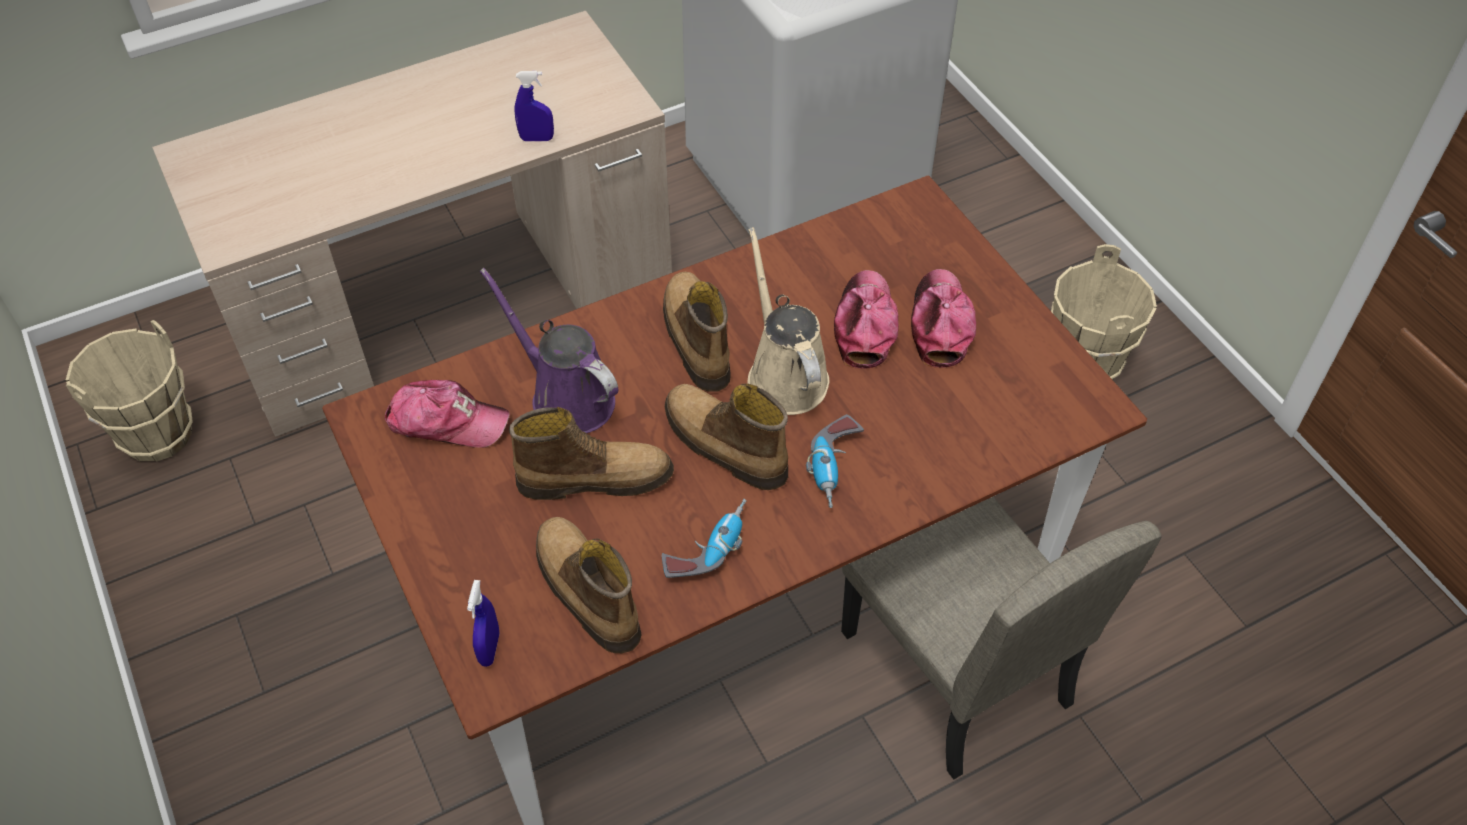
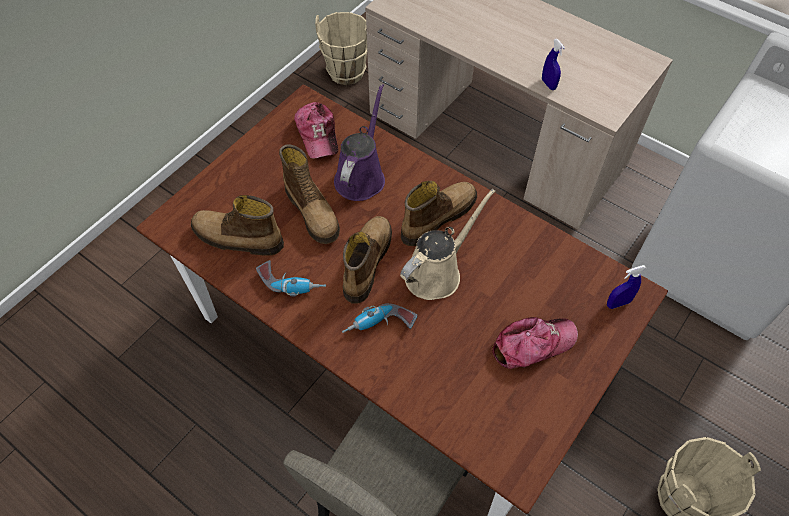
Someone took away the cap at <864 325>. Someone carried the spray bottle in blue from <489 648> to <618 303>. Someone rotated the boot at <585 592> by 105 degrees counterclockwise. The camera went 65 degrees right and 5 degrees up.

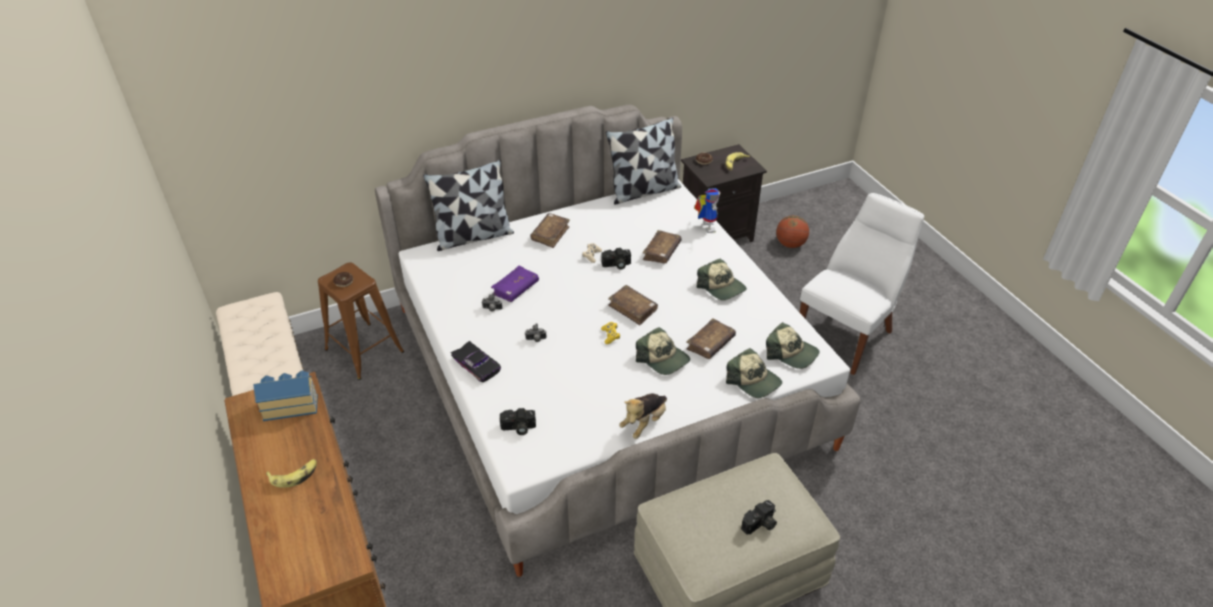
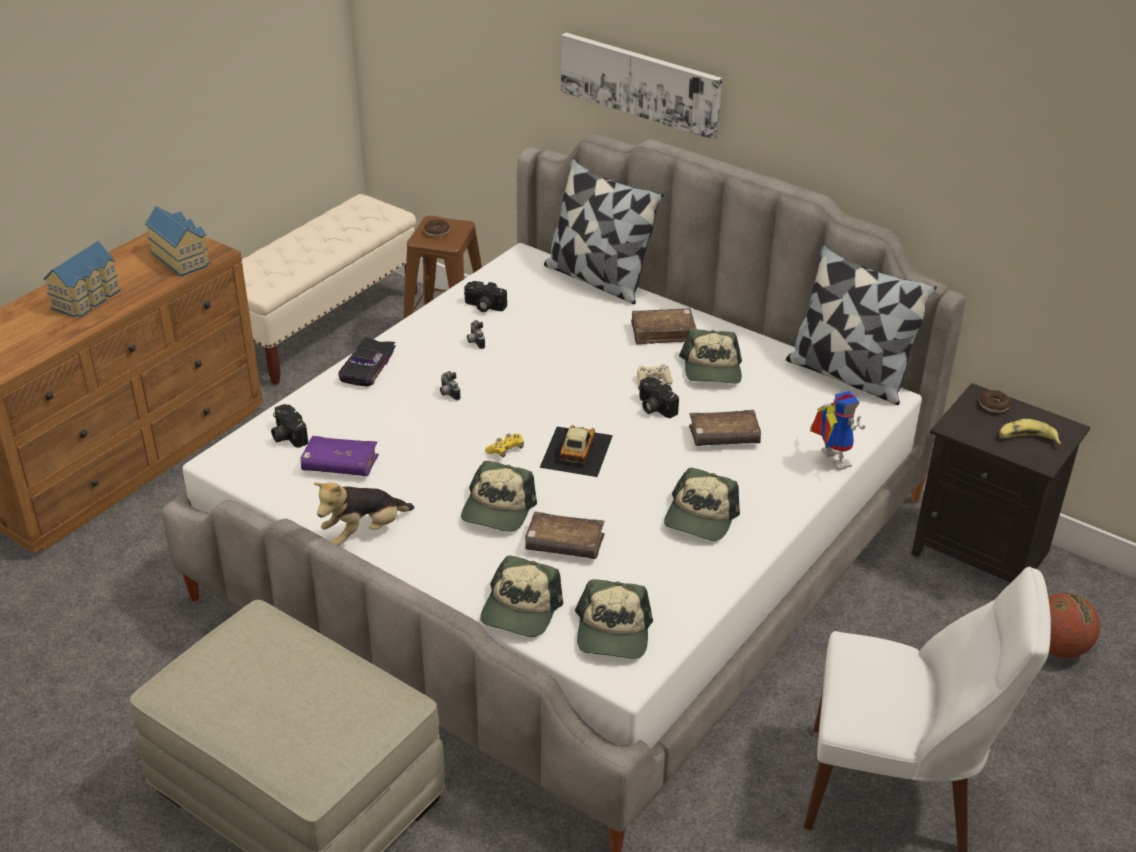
Someone put up the picture at <640 83>. Someone put down the cap at <712 370>. Someone carried the book in purple from <515 289> to <340 465>. Someone carried the photo camera from <760 525> to <483 306>. Someone swapped the banana at <294 475> for the toy house at <88 299>. Someone swapped the book in brown at <632 309> for the toy car at <576 451>. Someone rotated the plush toy at <644 422> by 45 degrees counterclockwise. Someone rotated the toy robot at <705 226> by 75 degrees counterclockwise. The camera went 60 degrees right and 5 degrees down.

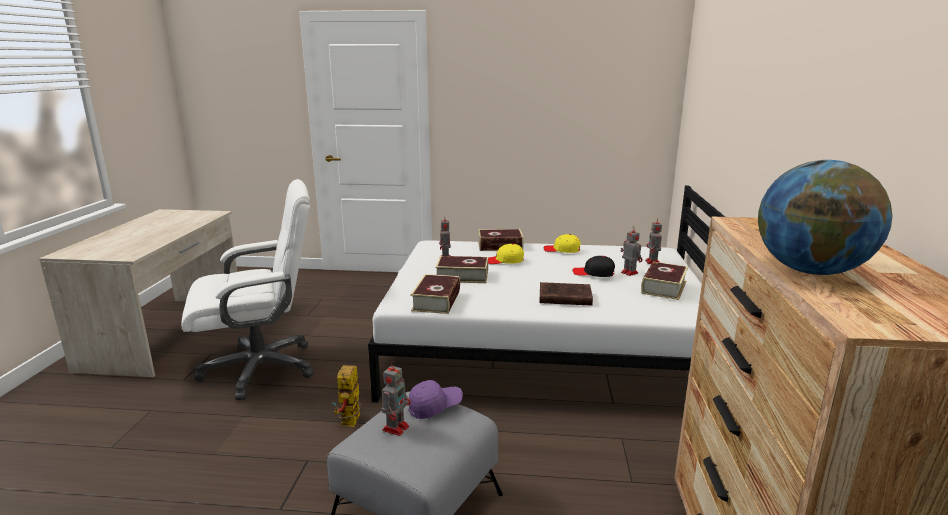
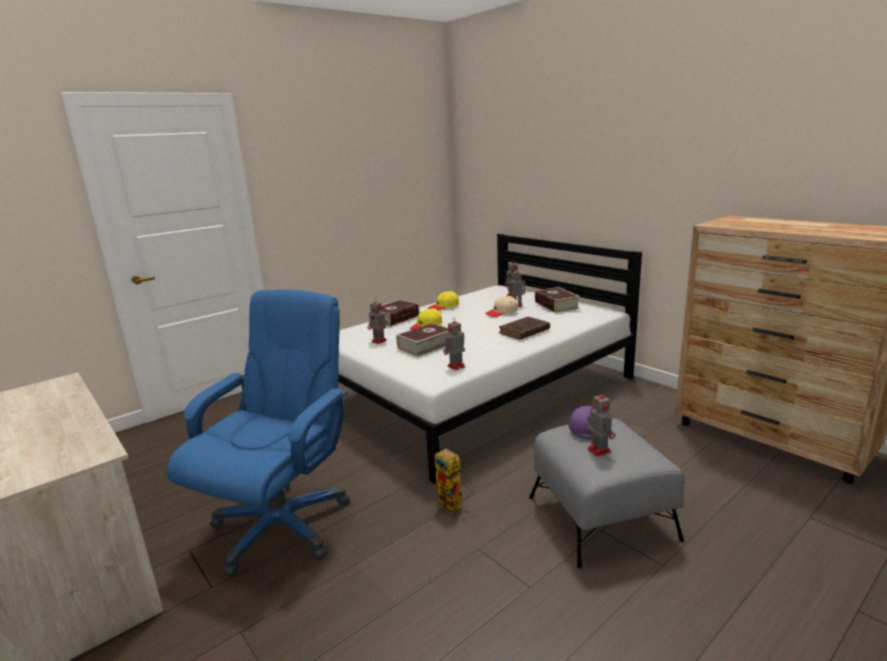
Someone took away the globe at <810 271>. Someone swapped the book at <436 301> for the toy robot at <455 366>. Someone repainted the office chair in white at <261 368>, which became the office chair in blue at <281 525>. Someone repainted the cap in black at <593 273>, which became the cap in beige at <501 312>. The camera went 45 degrees left and 0 degrees up.

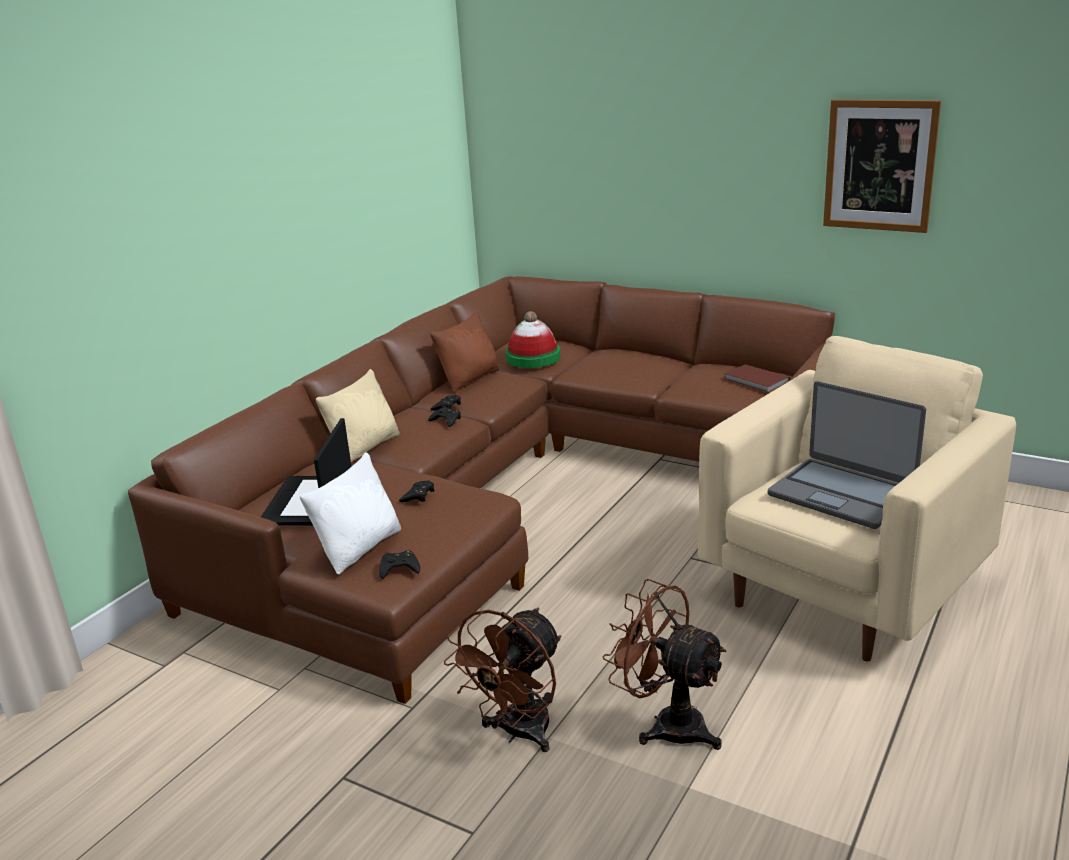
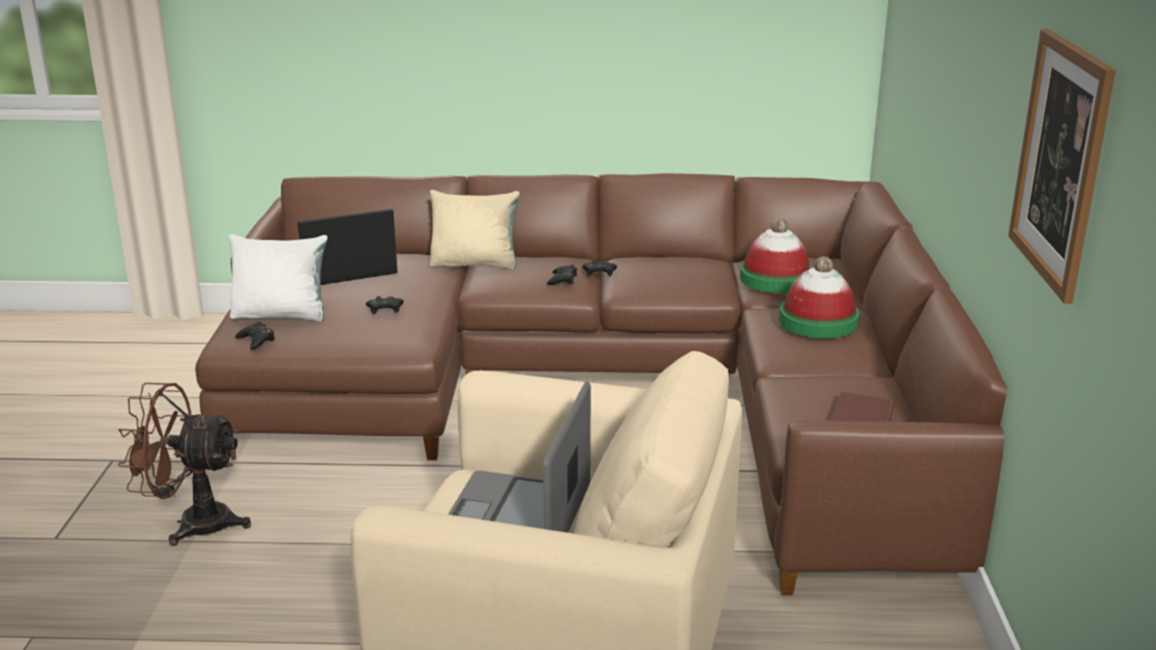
Someone took away the pillow in brown at <469 379>. Someone took away the fan in brown at <667 723>. Someone put down the hat at <818 321>. The camera went 60 degrees right and 0 degrees up.

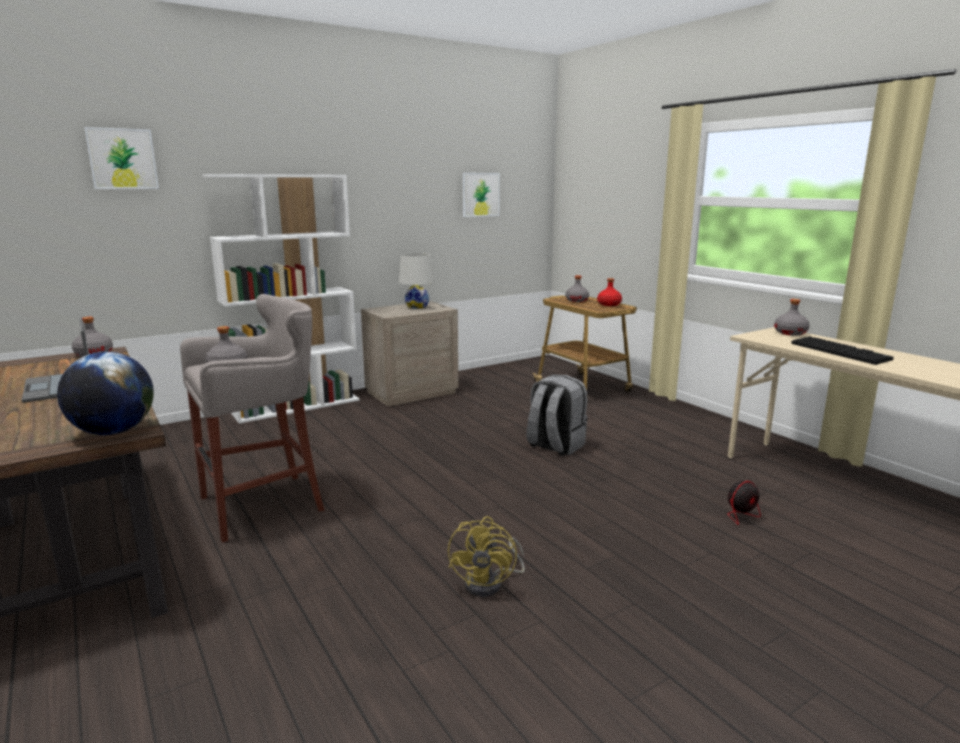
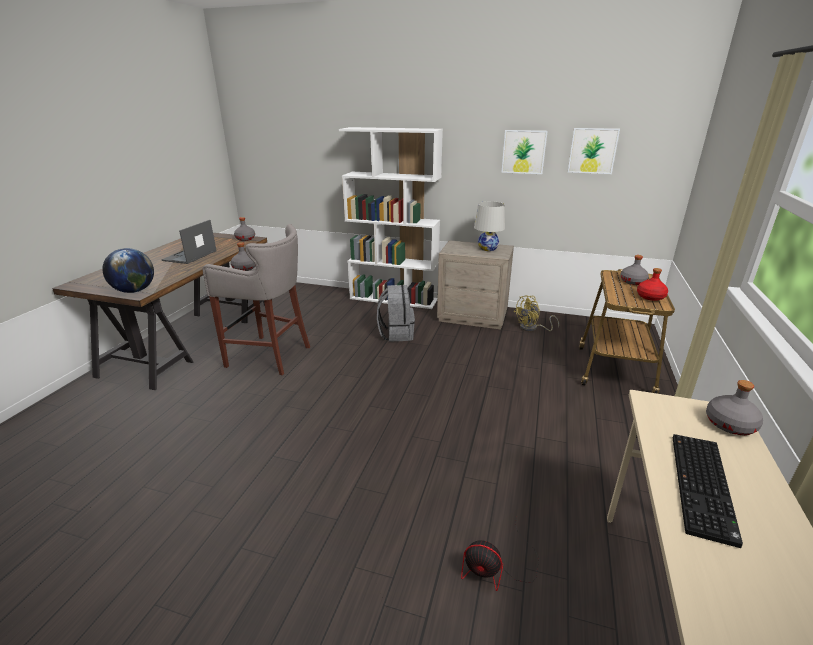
Someone carried the picture from <122 159> to <523 152>. Someone carried the fan in yellow from <490 583> to <532 328>. Someone carried the backpack in grey from <555 445> to <396 333>. The camera went 50 degrees right and 10 degrees up.

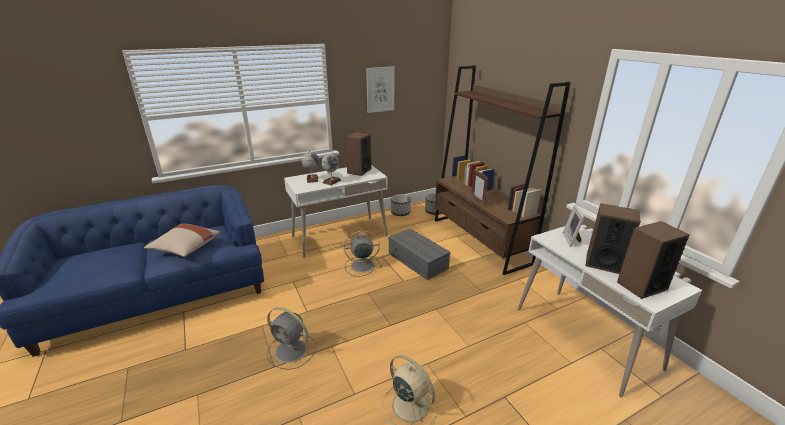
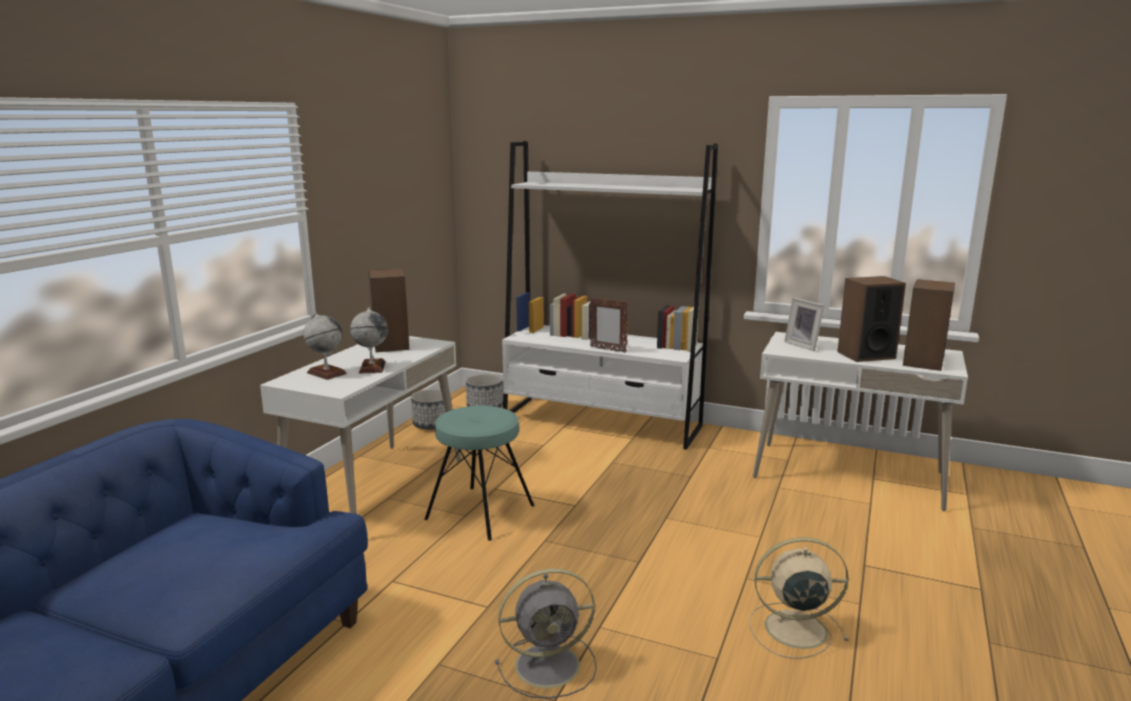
Someone took away the pillow in beige at <185 248>. Someone took away the picture at <380 89>. Someone took away the storage box in grey at <418 261>. Someone swapped the fan in grey at <361 265> for the stool in turquoise at <480 512>. Someone repainted the bookcase in brown at <480 240>, which became the bookcase in white at <602 422>. The camera went 40 degrees left and 10 degrees down.

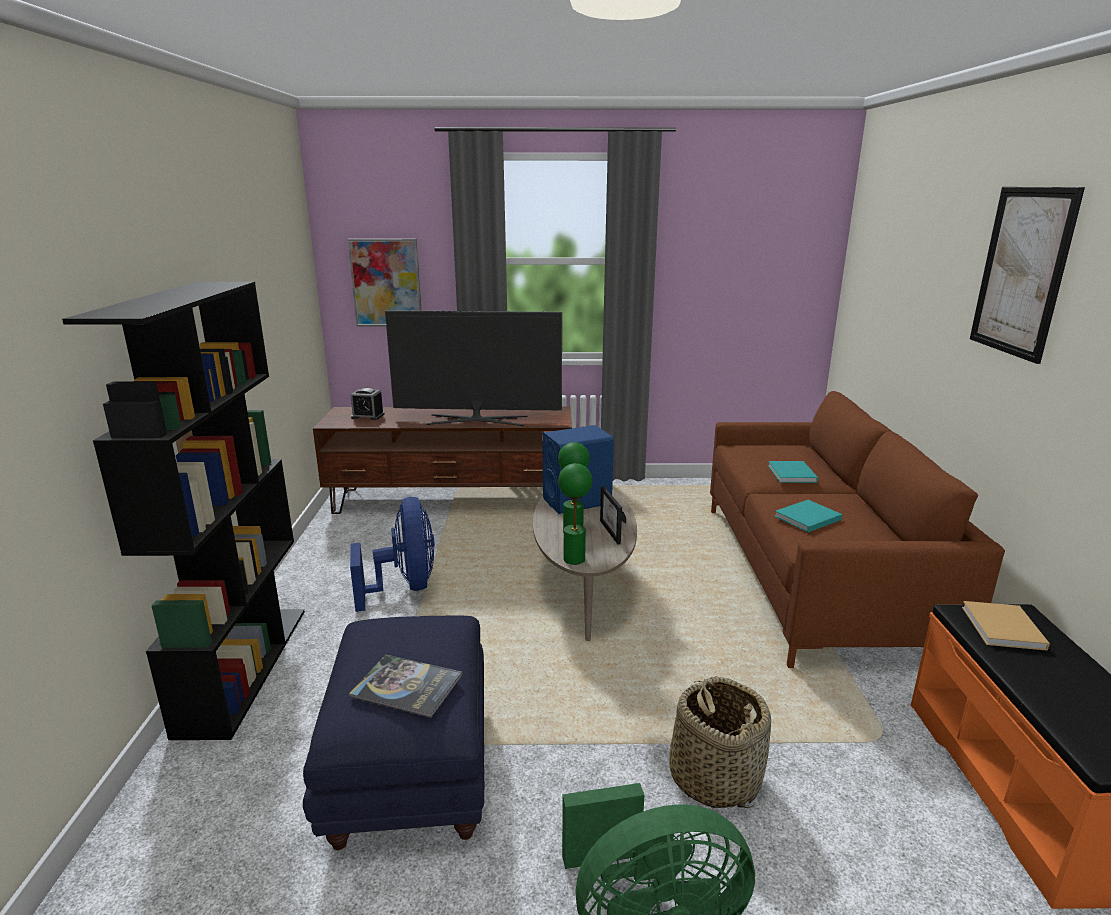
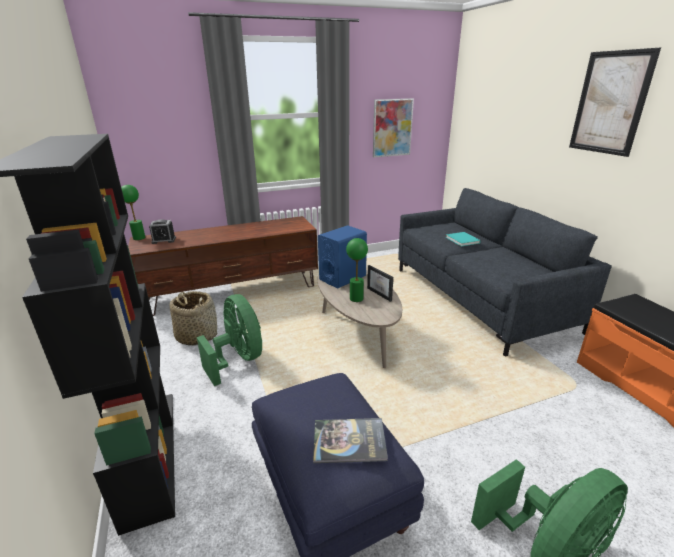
Someone took away the television at <477 420>. Someone took away the book in turquoise at <806 518>. Someone took away the book in beige at <1003 629>. Someone carried the picture from <386 283> to <392 128>. Someone carried the table lamp in green from <574 559> to <139 238>. Someone carried the basket from <714 777> to <197 335>. Someone repainted the fan in blue at <405 587>, which became the fan in green at <238 359>. Someone repainted the sofa in brown at <815 575>, which became the sofa in grey at <479 298>. The camera went 20 degrees left and 5 degrees up.

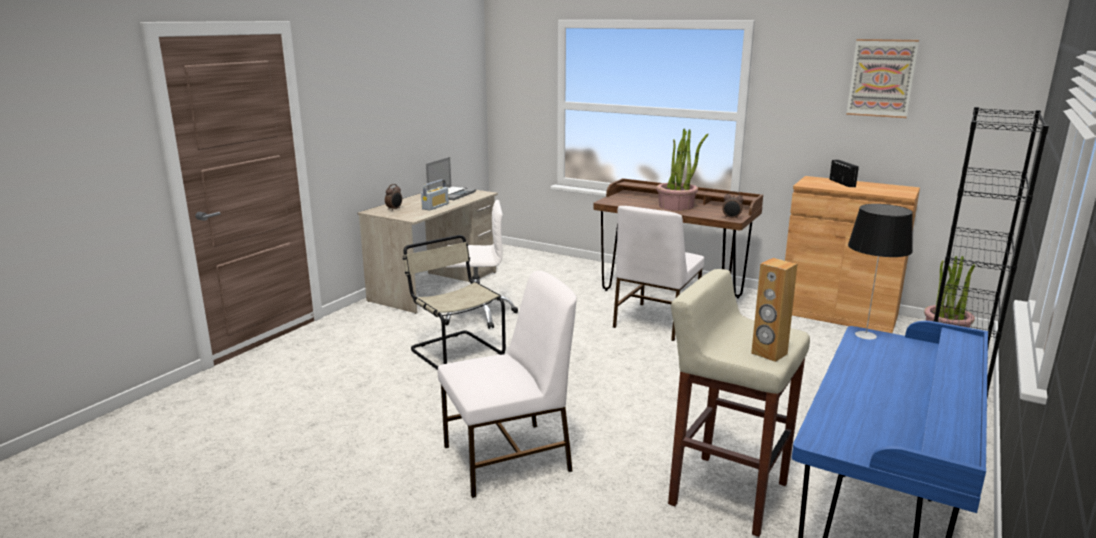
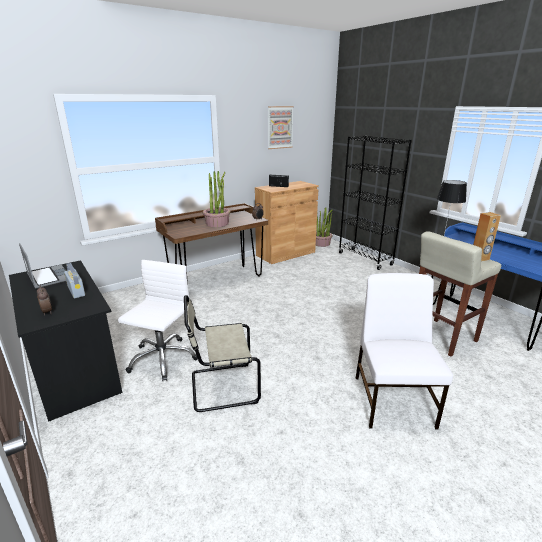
Someone took away the chair in white at <655 322>. Someone repainted the desk in beige at <435 286>, which became the desk in black at <74 367>. The camera went 65 degrees left and 5 degrees up.

